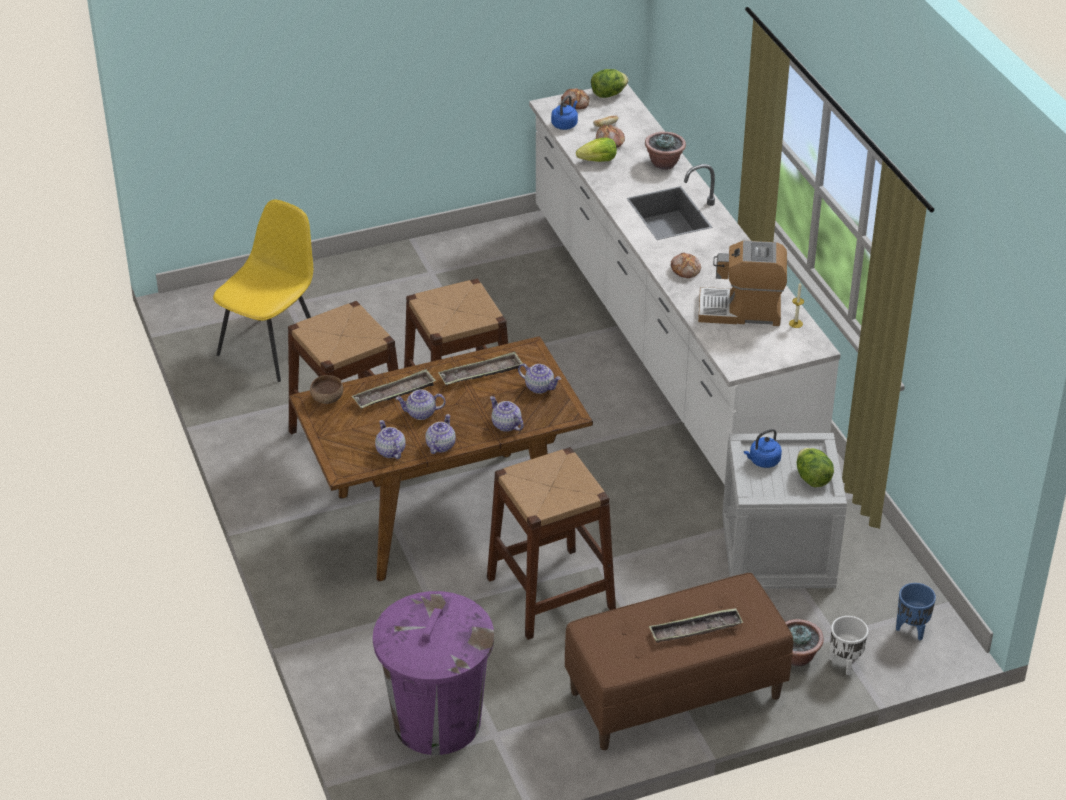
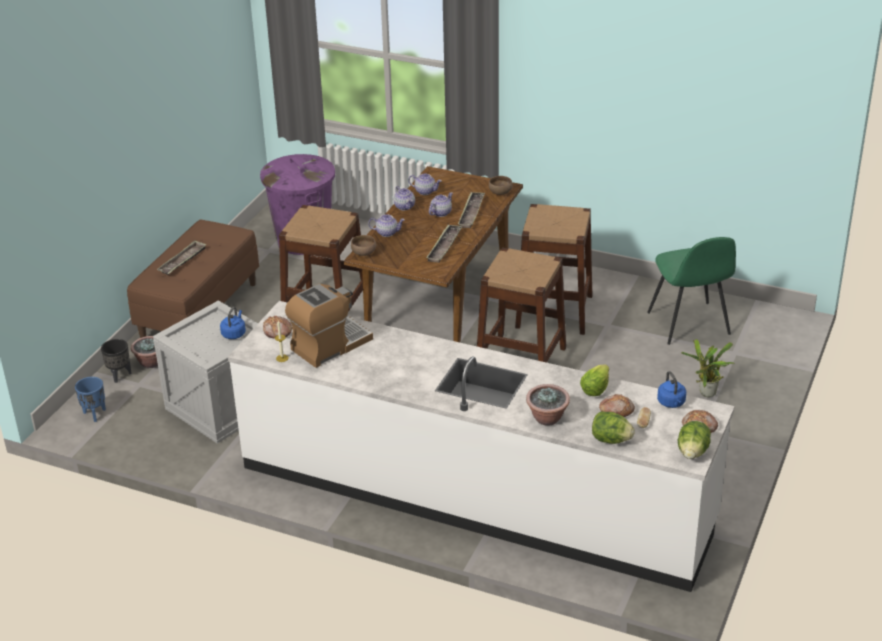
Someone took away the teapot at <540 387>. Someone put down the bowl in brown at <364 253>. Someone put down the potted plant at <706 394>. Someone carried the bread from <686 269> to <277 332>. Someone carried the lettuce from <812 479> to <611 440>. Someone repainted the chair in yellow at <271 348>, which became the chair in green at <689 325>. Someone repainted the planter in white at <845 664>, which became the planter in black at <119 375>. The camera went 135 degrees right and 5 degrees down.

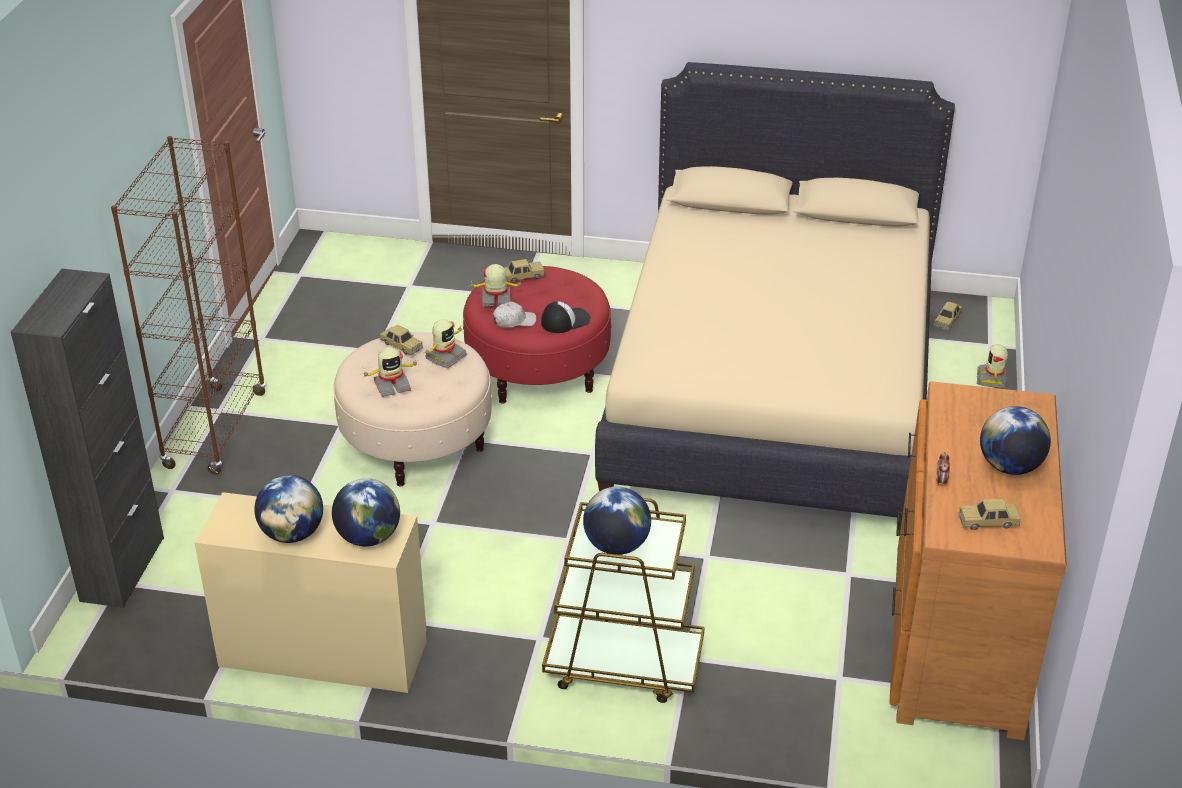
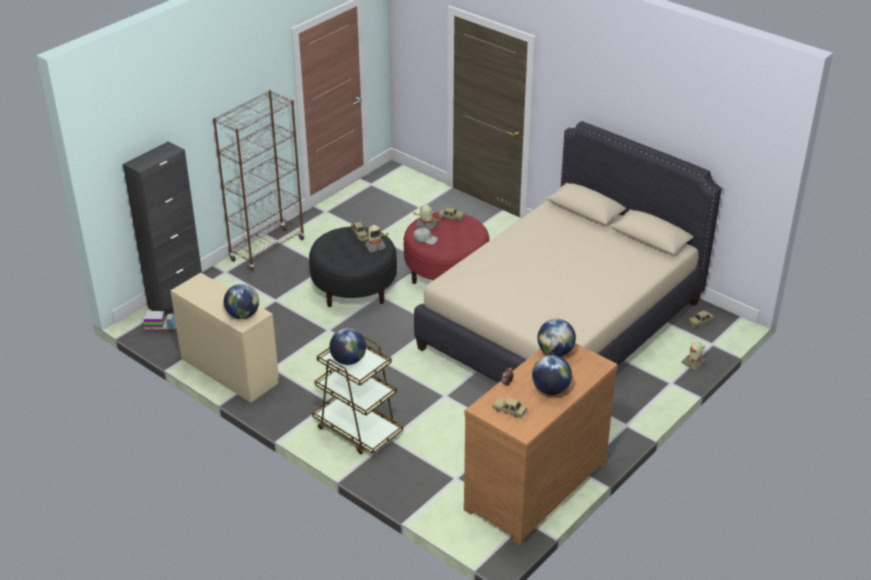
Someone took away the toy robot at <392 385>. Someone took away the cap at <565 321>. Someone put down the toy truck at <161 327>. Someone carried the globe from <292 534> to <555 352>. Someone repainted the ottoman in beige at <417 442>, which became the ottoman in black at <354 288>. The camera went 30 degrees right and 0 degrees up.

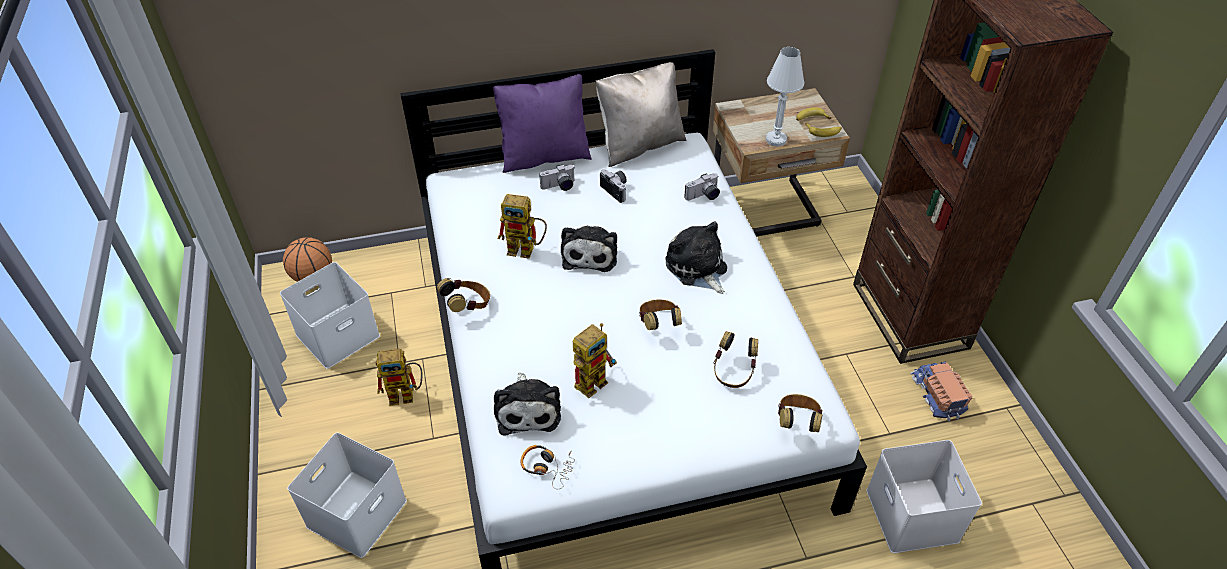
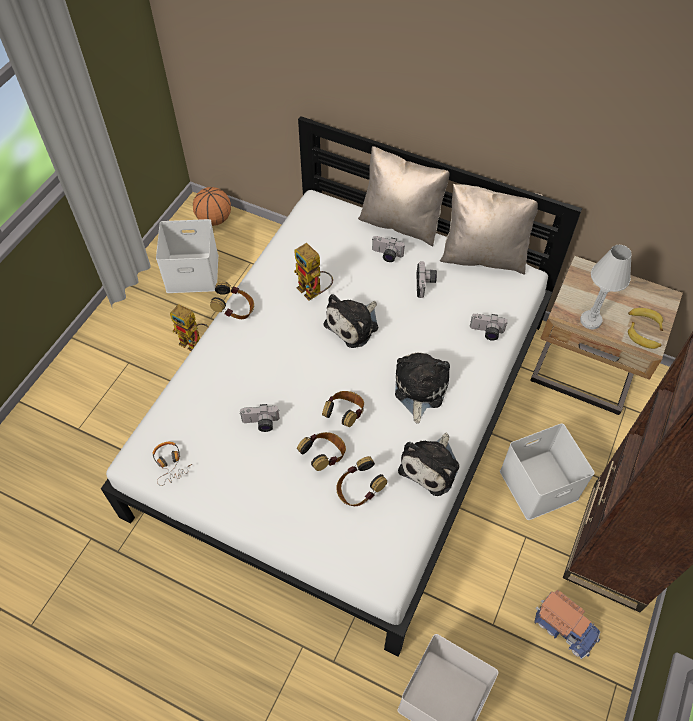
Someone carried the storage box in white from <356 511> to <539 483>. Someone carried the plush toy from <528 409> to <431 466>. Someone carried the headphones from <797 422> to <324 456>. Someone swapped the toy robot at <594 379> for the photo camera at <261 423>. Someone repainted the pillow in purple at <544 156>, which became the pillow in beige at <401 222>. Someone rotated the toy truck at <936 395> by 105 degrees clockwise. The camera went 40 degrees right and 10 degrees up.

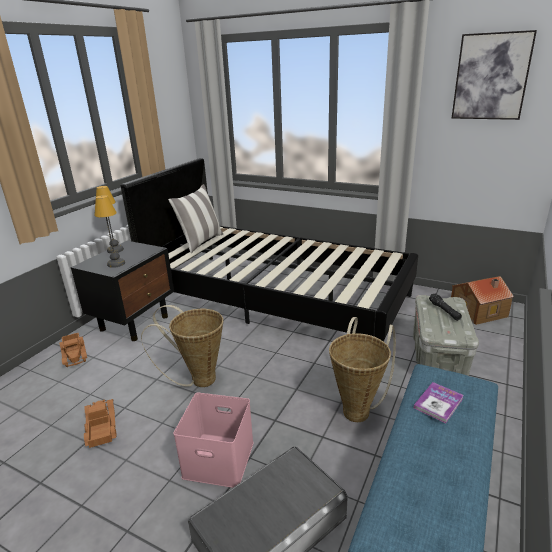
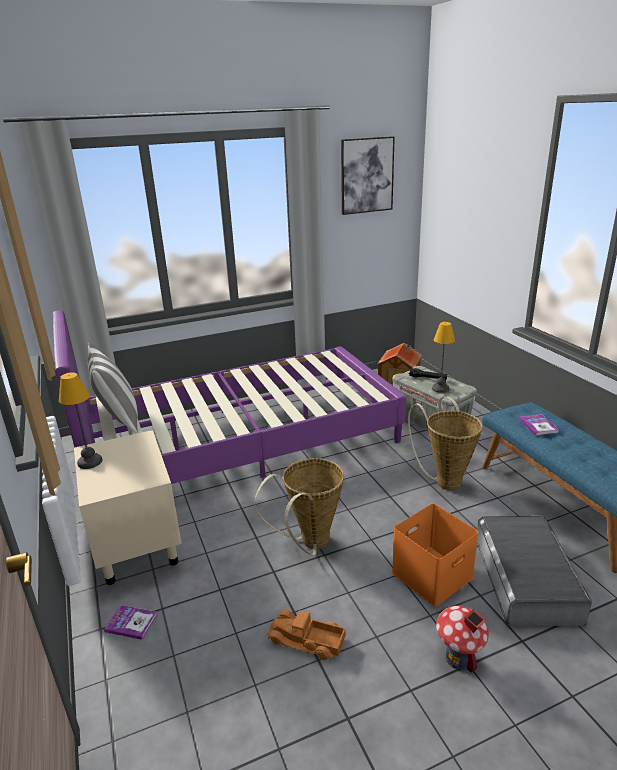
Someone put down the toy house at <458 658>. Someone carried the table lamp from <116 264> to <441 388>. Someone swapped the toy truck at <75 354> for the book at <131 623>. Someone repainted the nightstand in black at <135 322>, which became the nightstand in beige at <138 549>. Someone repainted the bed in black at <276 297>, which became the bed in purple at <241 443>. Someone repainted the storage box in pink at <220 458>, which became the storage box in orange at <432 573>. The camera went 50 degrees left and 0 degrees up.

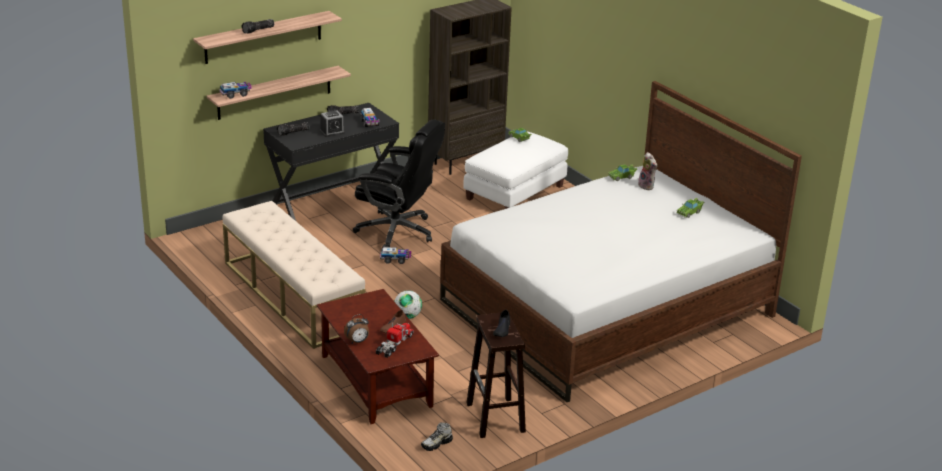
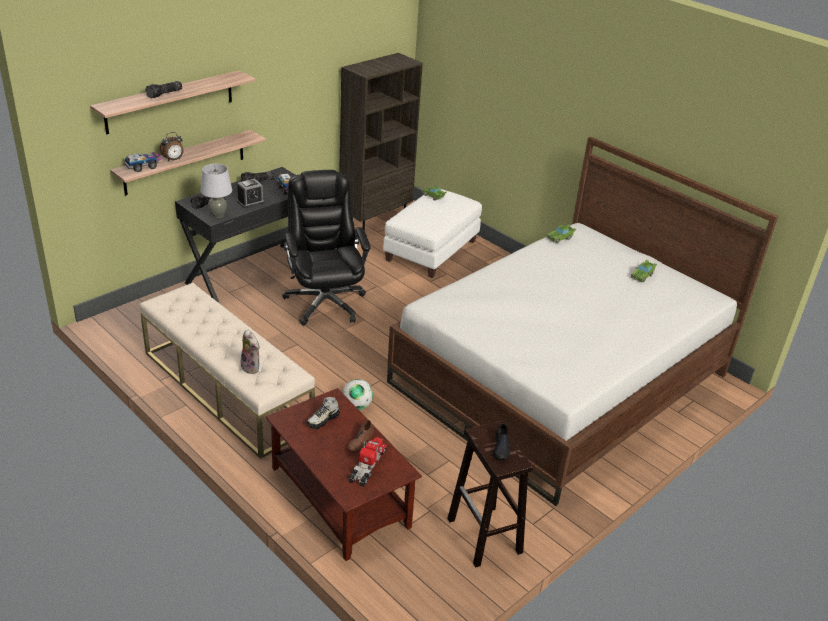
Someone took away the toy truck at <395 259>. Someone put down the table lamp in grey at <218 215>. Someone carried the alarm clock from <357 342> to <173 160>. Someone carried the shoe from <436 444> to <323 420>. Someone carried the plush toy from <647 186> to <252 367>. Someone rotated the office chair in black at <397 231> by 120 degrees counterclockwise. The camera went 10 degrees left and 5 degrees up.

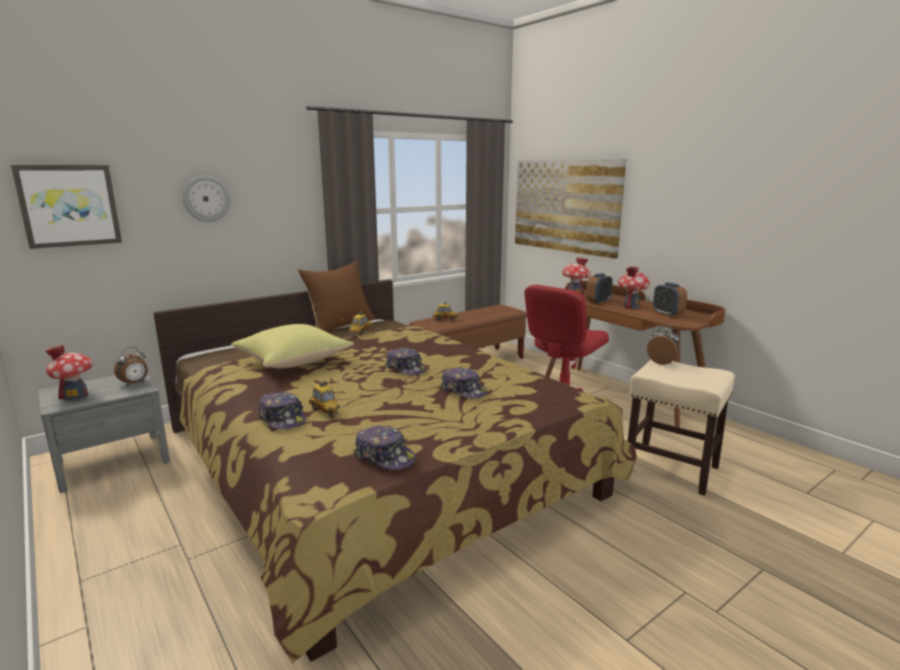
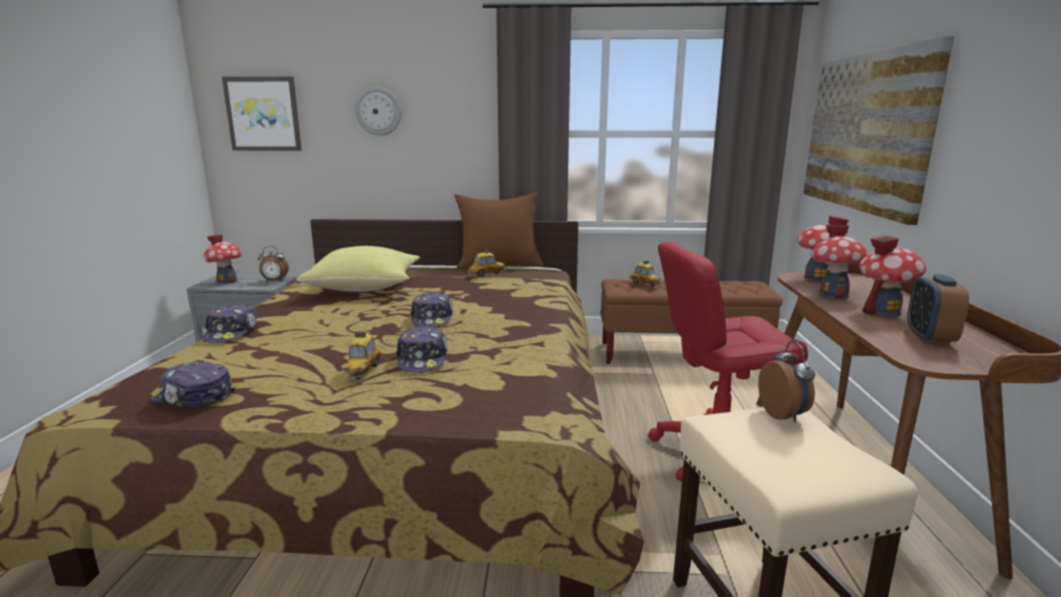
Someone carried the toy car from <325 411> to <363 371>. Someone swapped the alarm clock at <598 302> for the toy house at <833 294>. Someone rotated the cap at <385 457> by 120 degrees clockwise. The camera went 40 degrees right and 0 degrees up.

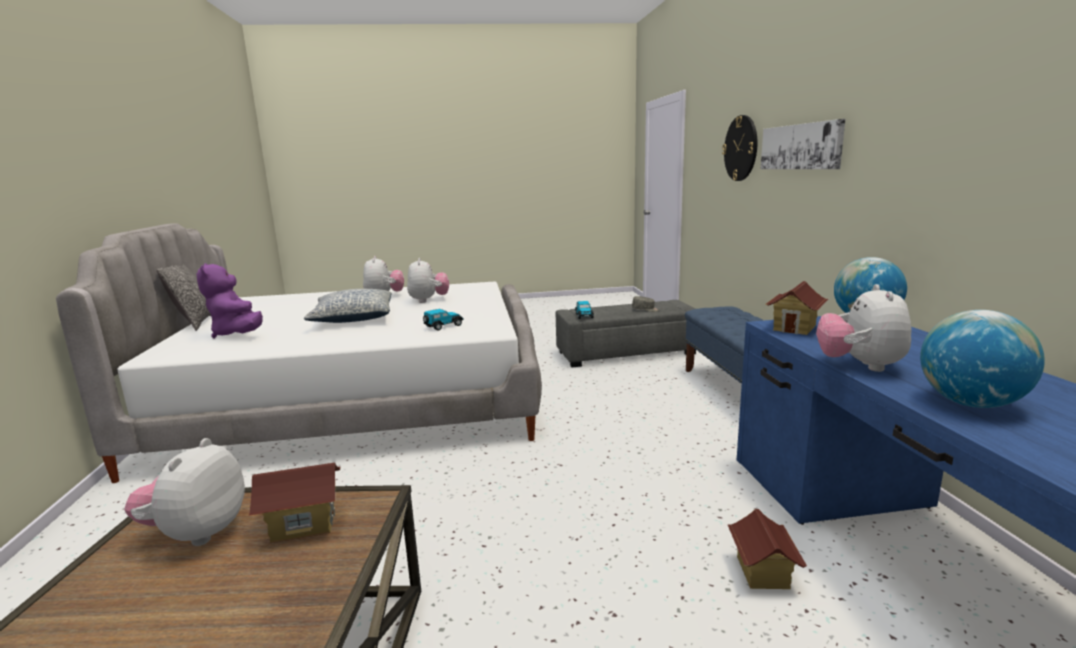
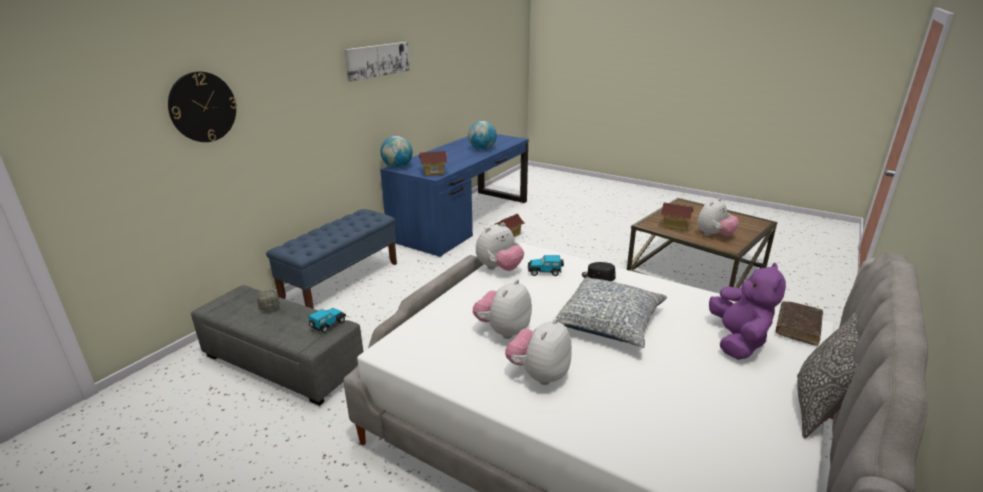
Someone put down the cap in black at <597 278>. Someone put down the book in brown at <797 327>. Someone carried the picture from <800 146> to <377 60>. Someone carried the plush toy from <860 366> to <499 269>. The camera went 140 degrees left and 10 degrees up.

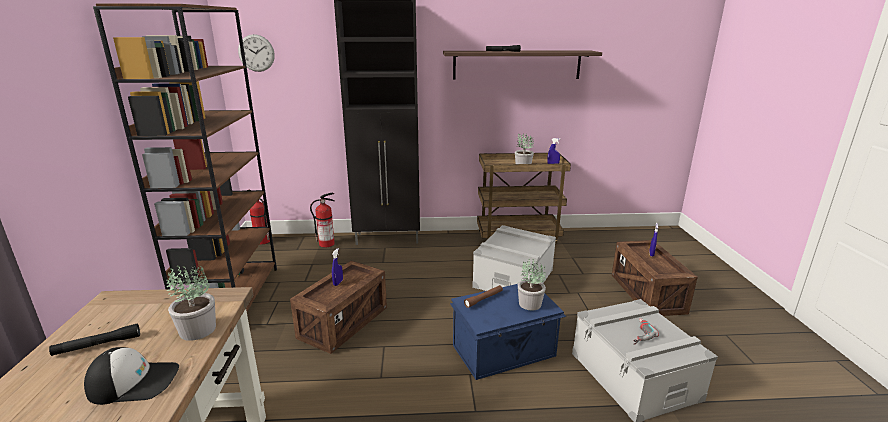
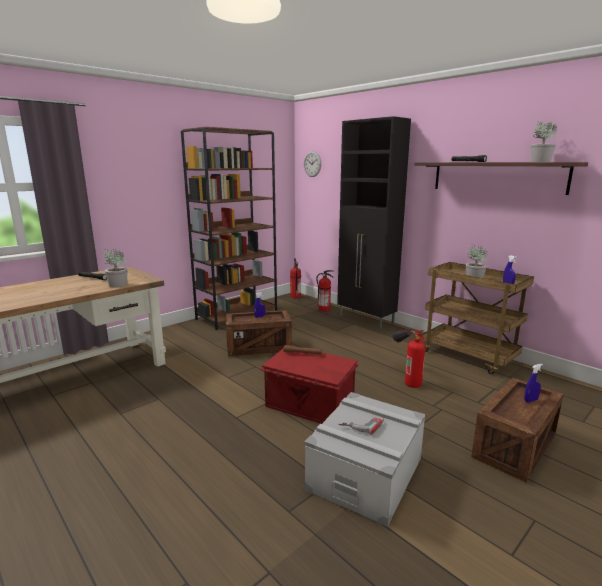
Someone took away the cap at <134 382>. Someone carried the potted plant from <529 304> to <540 161>. Someone swapped the storage box in grey at <513 278> for the fire extinguisher at <406 376>. Someone repainted the storage box in blue at <505 351>, which became the storage box in red at <309 405>. The camera went 50 degrees right and 5 degrees down.

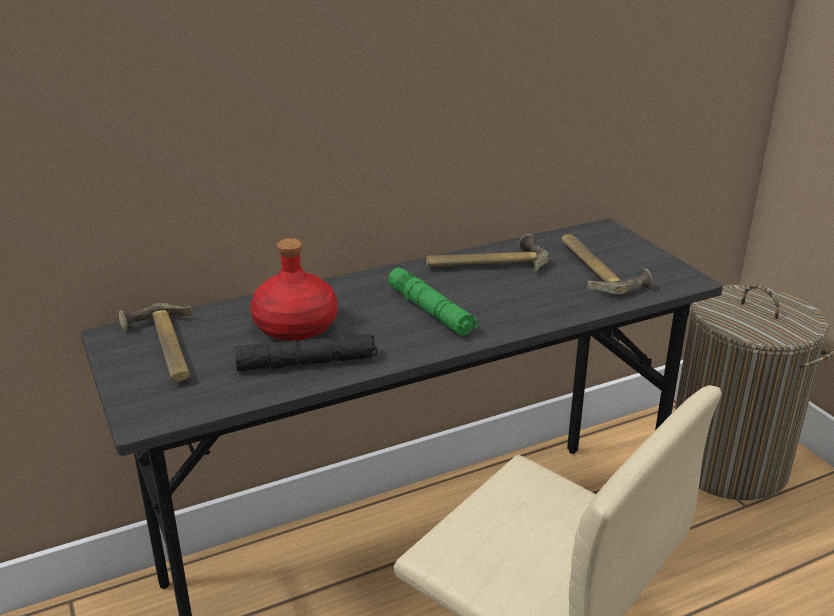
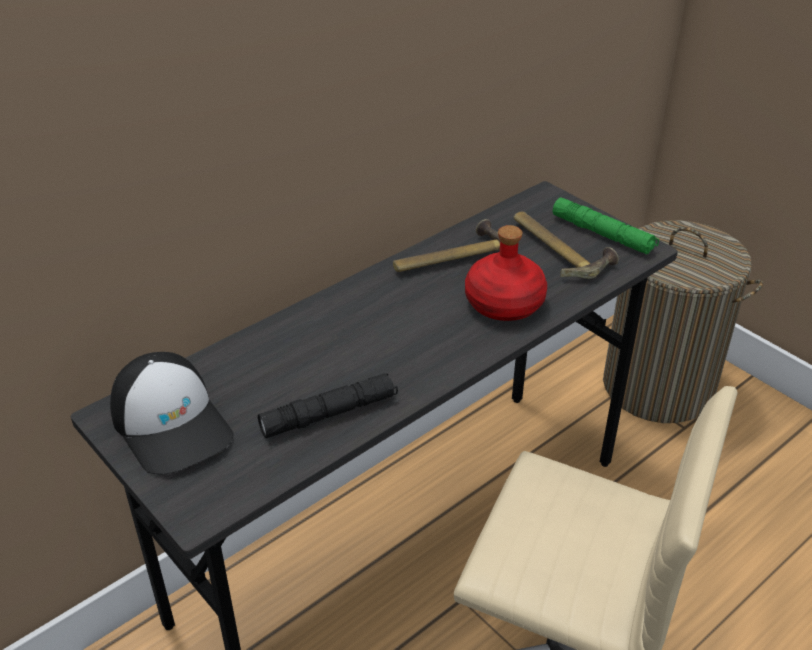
Someone carried the bottle in red from <296 326> to <505 303>. Someone carried the flashlight in green from <430 311> to <603 234>. Someone swapped the hammer at <162 350> for the cap at <172 424>. The camera went 15 degrees left and 10 degrees up.

